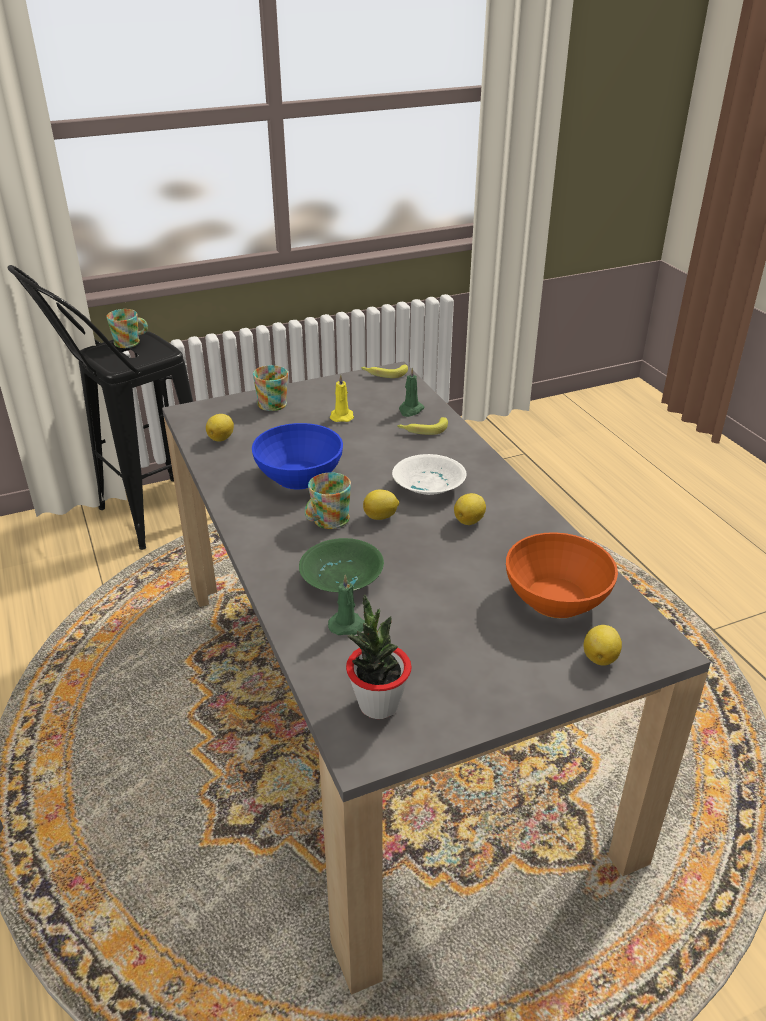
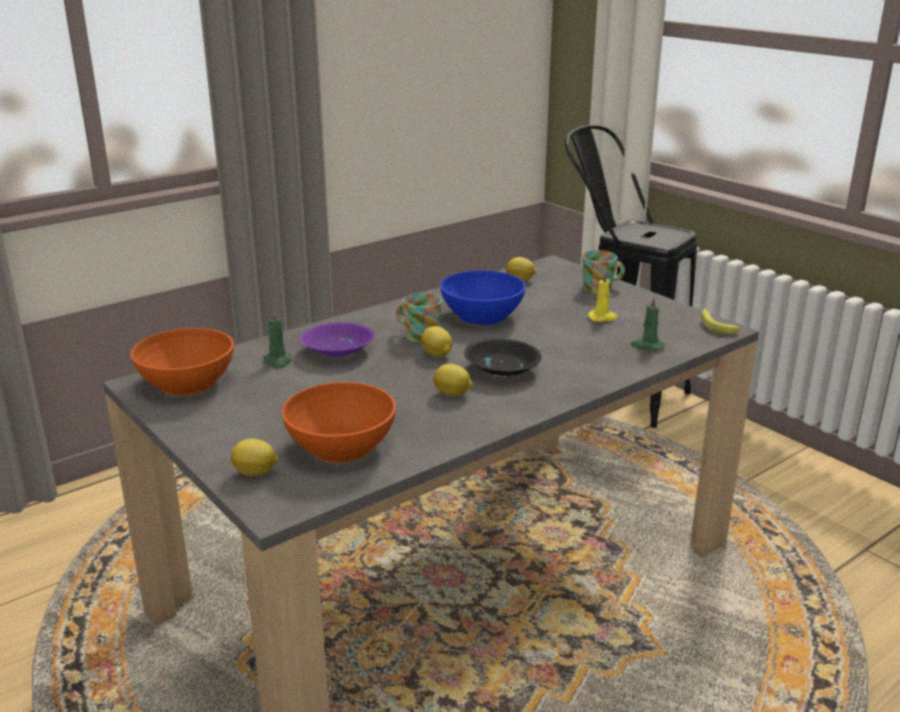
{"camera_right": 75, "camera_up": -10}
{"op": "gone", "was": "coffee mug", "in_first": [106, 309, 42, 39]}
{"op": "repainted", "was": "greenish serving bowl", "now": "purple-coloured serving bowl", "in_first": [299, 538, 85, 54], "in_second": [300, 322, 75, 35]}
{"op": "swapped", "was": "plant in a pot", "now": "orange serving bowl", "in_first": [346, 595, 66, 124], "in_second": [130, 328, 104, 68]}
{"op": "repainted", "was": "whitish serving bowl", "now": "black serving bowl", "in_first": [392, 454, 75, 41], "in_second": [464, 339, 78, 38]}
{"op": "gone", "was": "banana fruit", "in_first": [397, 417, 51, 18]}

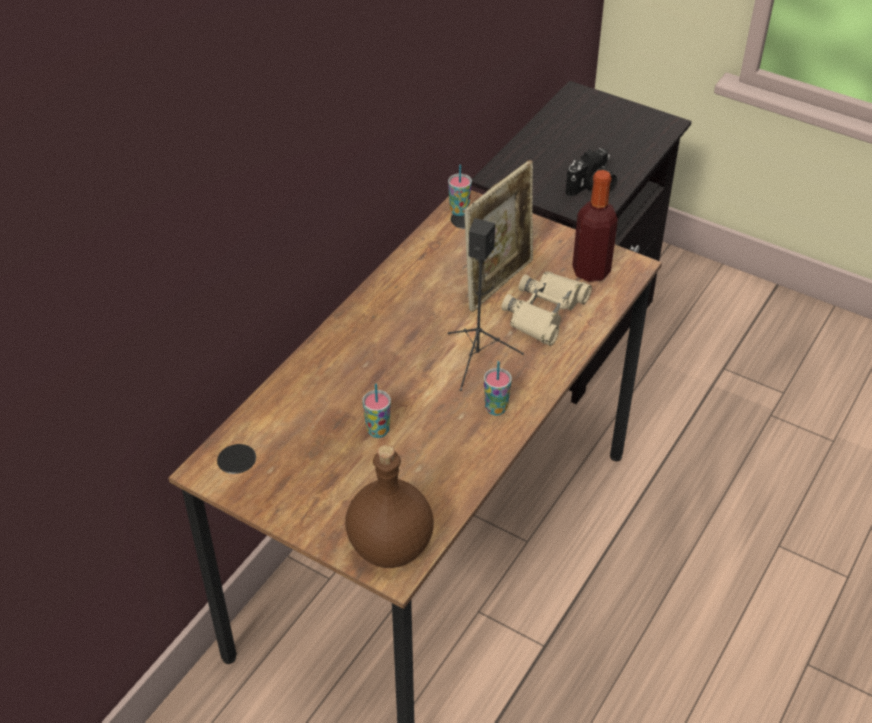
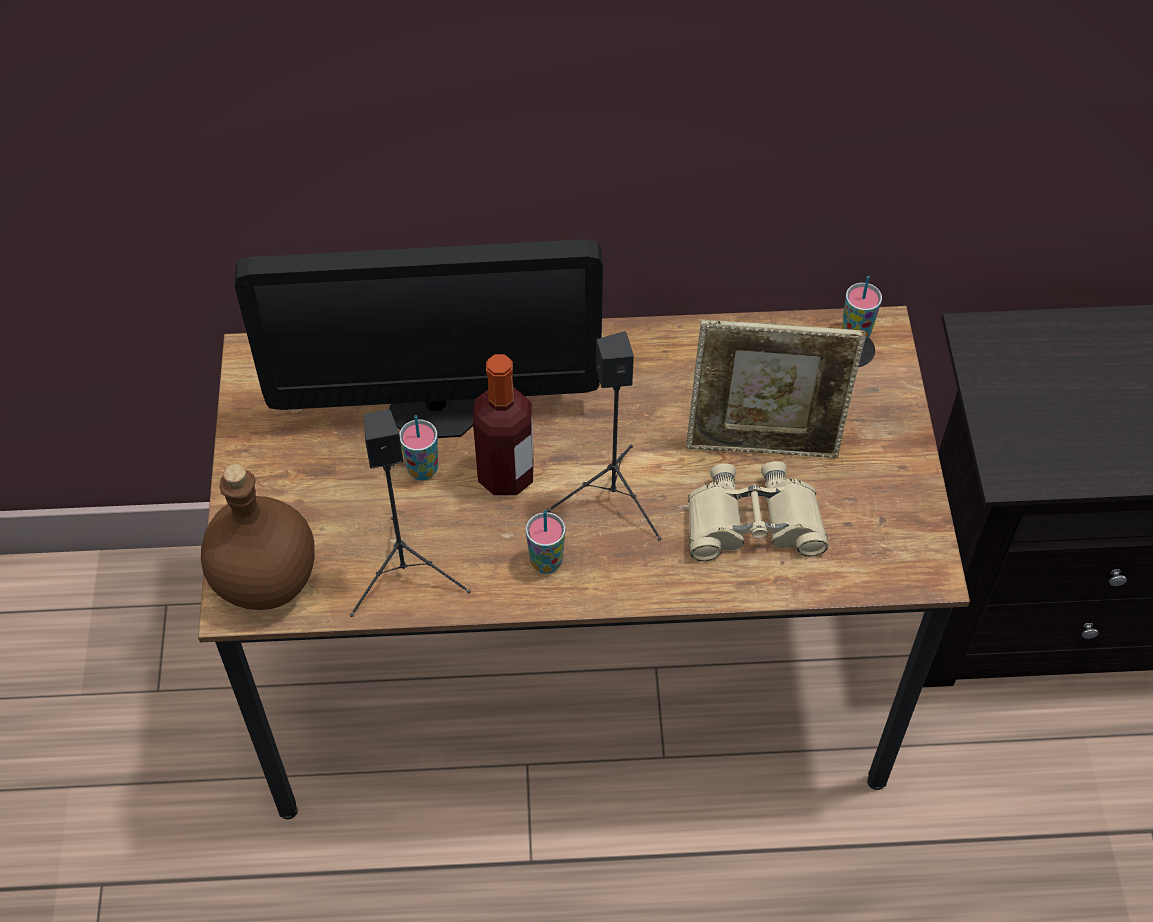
{"camera_right": 55, "camera_up": 10}
{"op": "gone", "was": "photo camera", "in_first": [565, 148, 52, 48]}
{"op": "shifted", "was": "beverage bottle", "in_first": [572, 170, 46, 112], "in_second": [473, 354, 61, 142]}
{"op": "new", "now": "computer display", "in_second": [235, 239, 368, 199]}
{"op": "new", "now": "black speaker", "in_second": [350, 409, 121, 208]}

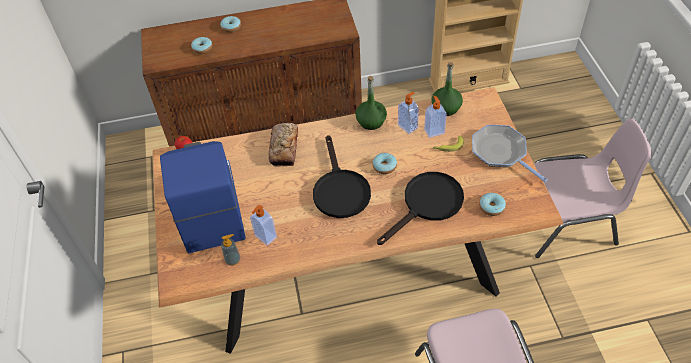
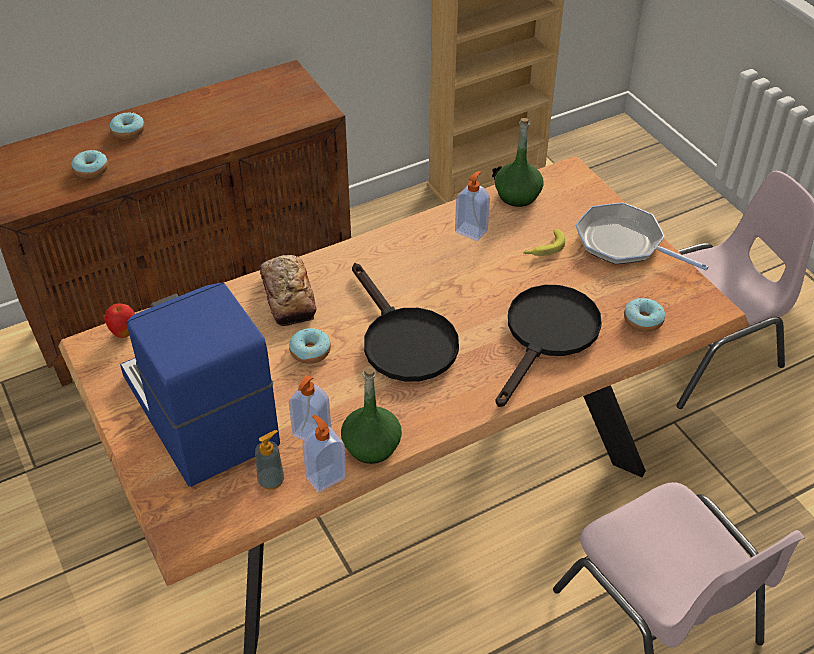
{"camera_right": -20, "camera_up": -5}
{"op": "shifted", "was": "greenish beverage bottle", "in_first": [355, 76, 32, 54], "in_second": [341, 366, 61, 98]}
{"op": "shifted", "was": "doughnut", "in_first": [373, 153, 24, 21], "in_second": [289, 328, 42, 36]}
{"op": "shifted", "was": "liquid soap bottle", "in_first": [424, 96, 23, 42], "in_second": [302, 415, 44, 78]}

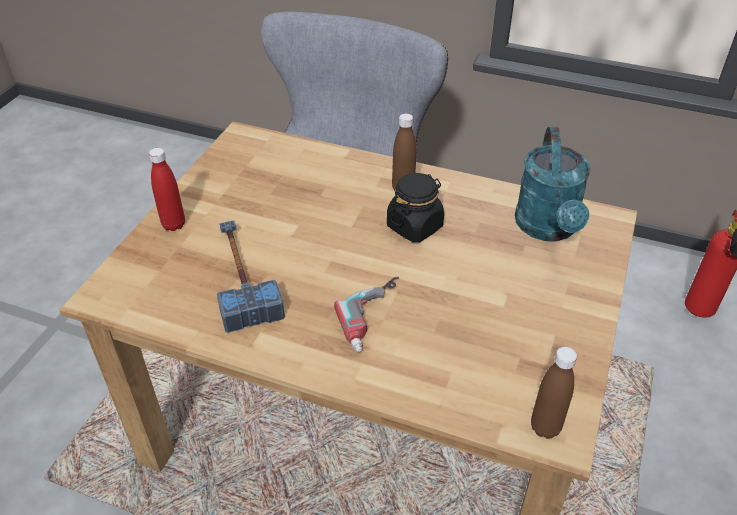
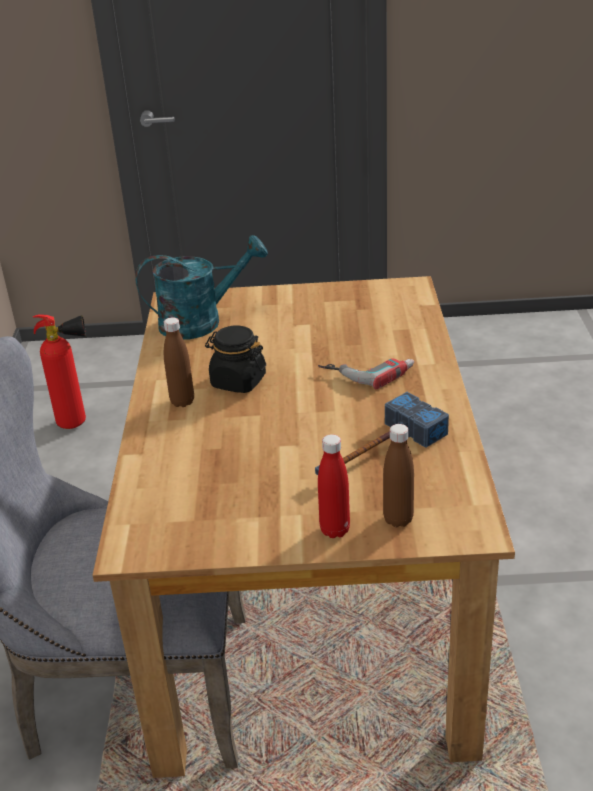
{"camera_right": -110, "camera_up": -10}
{"op": "shifted", "was": "brownish beverage bottle", "in_first": [531, 347, 46, 92], "in_second": [383, 424, 31, 103]}

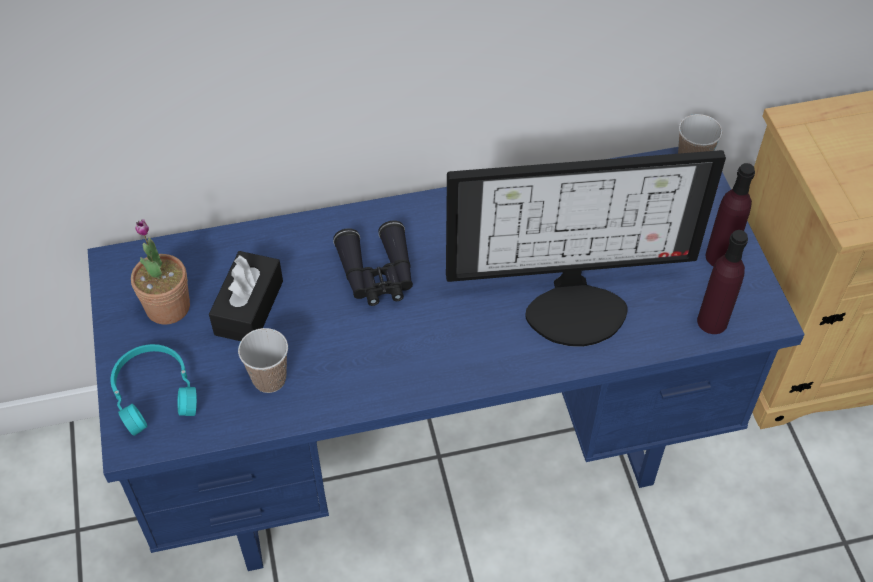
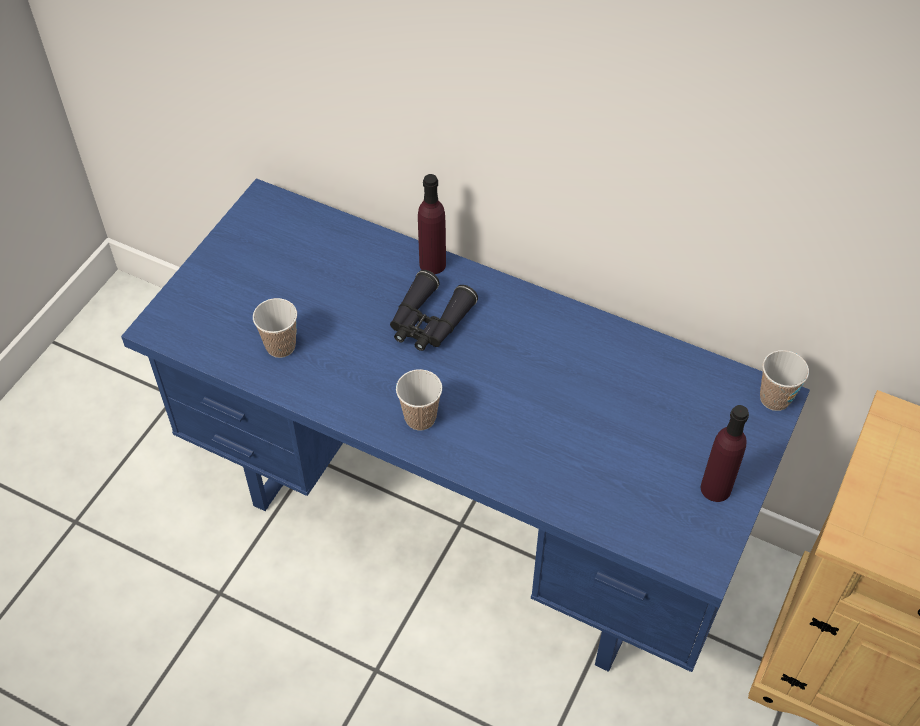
{"camera_right": 40, "camera_up": 0}
{"op": "gone", "was": "blue-green headset", "in_first": [110, 344, 87, 92]}
{"op": "gone", "was": "plant in a pot", "in_first": [131, 219, 59, 105]}
{"op": "gone", "was": "black box of tissues", "in_first": [209, 251, 74, 90]}
{"op": "gone", "was": "computer display", "in_first": [446, 150, 280, 197]}
{"op": "shifted", "was": "purple-coloured beverage bottle", "in_first": [697, 230, 51, 104], "in_second": [418, 174, 28, 100]}
{"op": "new", "now": "drinking cup", "in_second": [396, 369, 46, 61]}

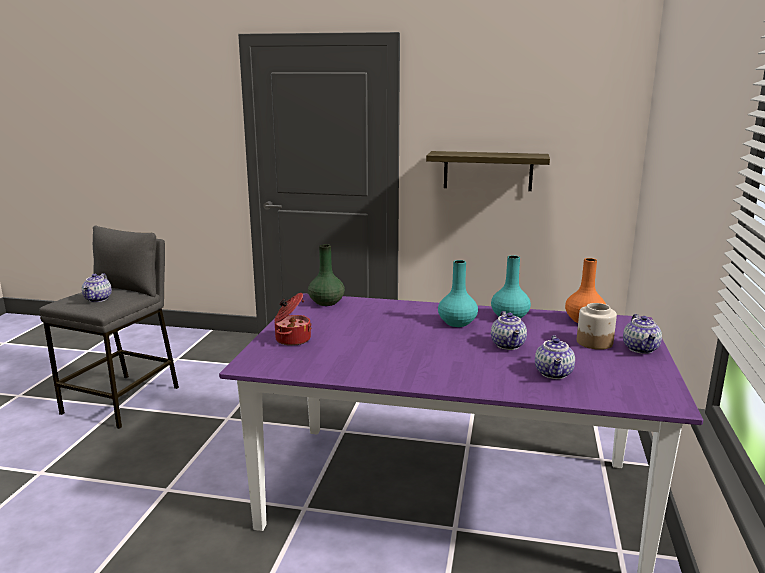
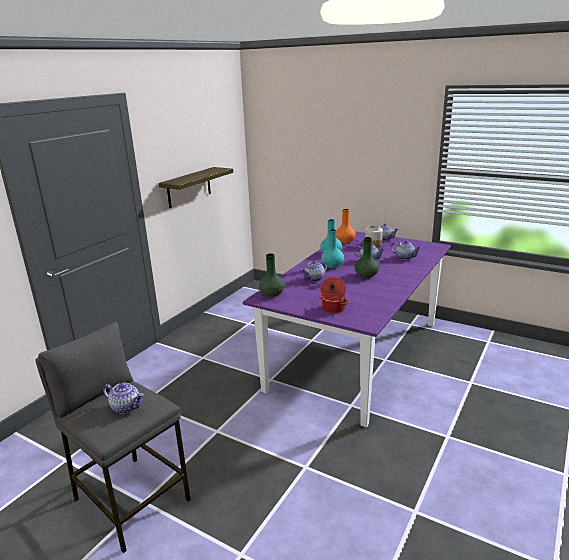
{"camera_right": -70, "camera_up": 5}
{"op": "new", "now": "teapot", "in_second": [301, 260, 26, 22]}
{"op": "new", "now": "greenish flower vase", "in_second": [355, 237, 24, 41]}

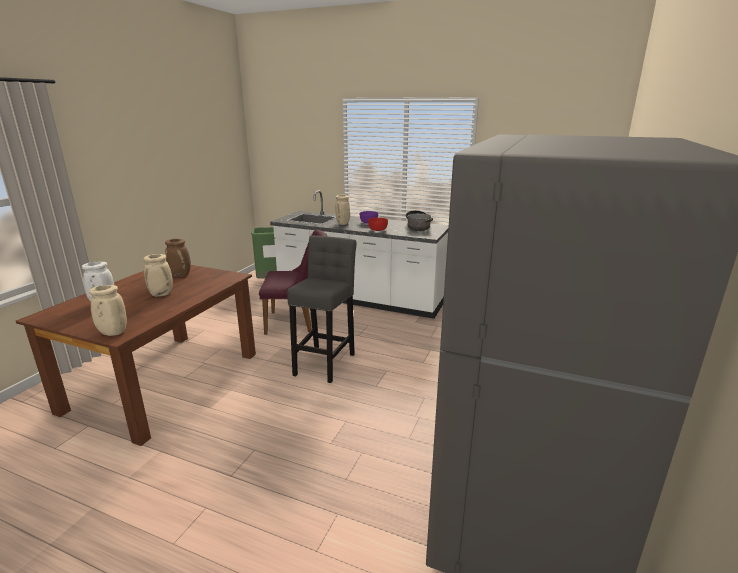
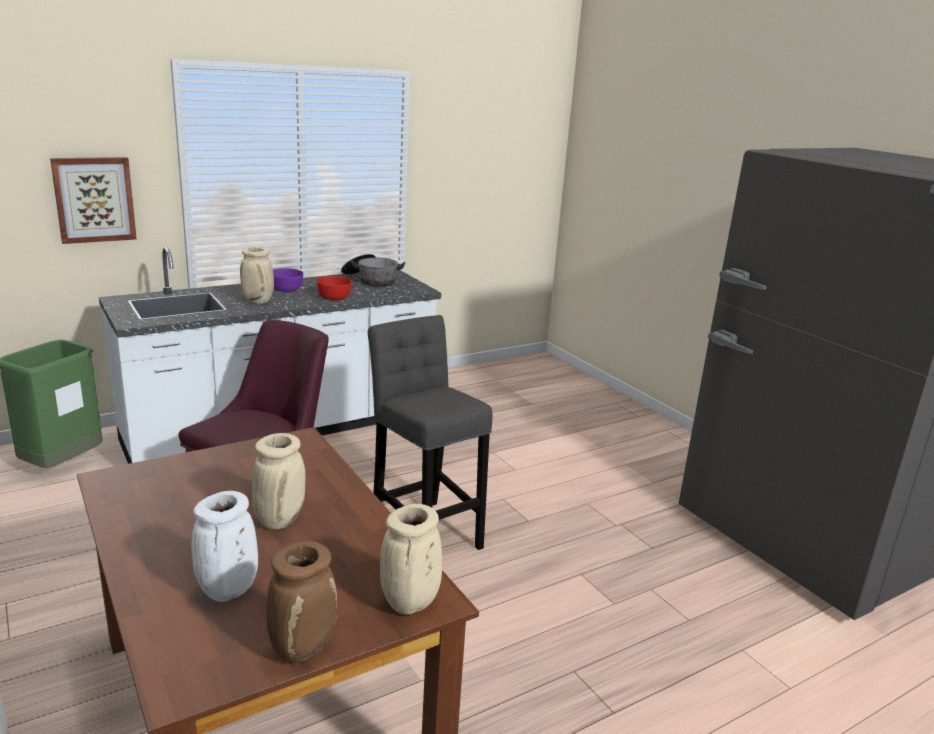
{"camera_right": -55, "camera_up": 0}
{"op": "shifted", "was": "brownish flower vase", "in_first": [165, 239, 26, 38], "in_second": [267, 541, 70, 122]}
{"op": "new", "now": "picture", "in_second": [50, 157, 87, 87]}

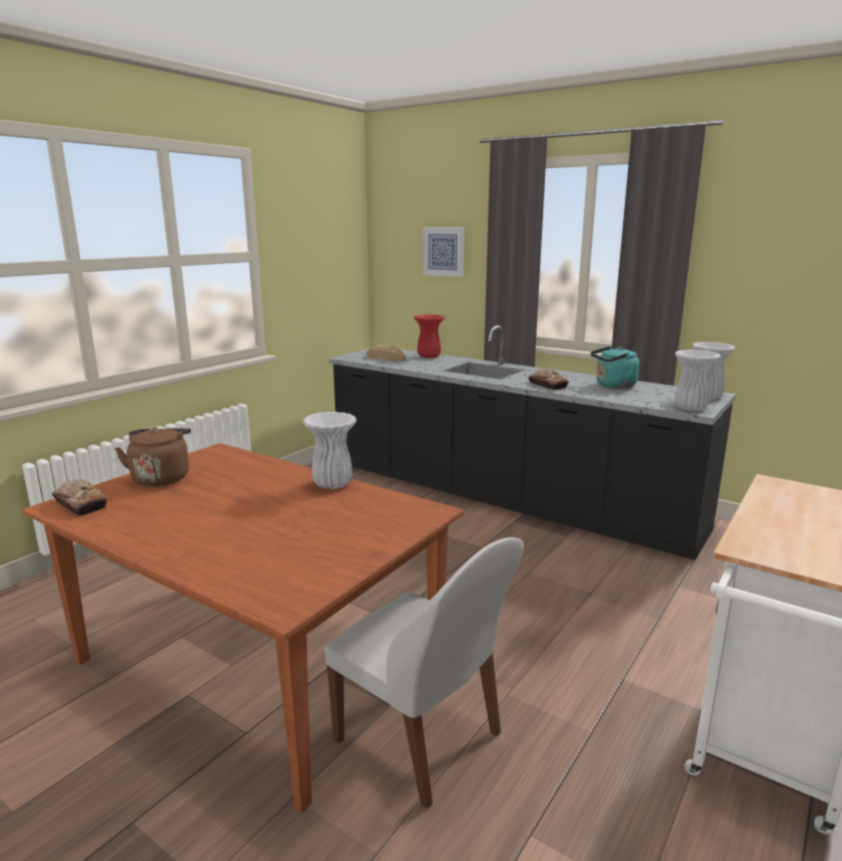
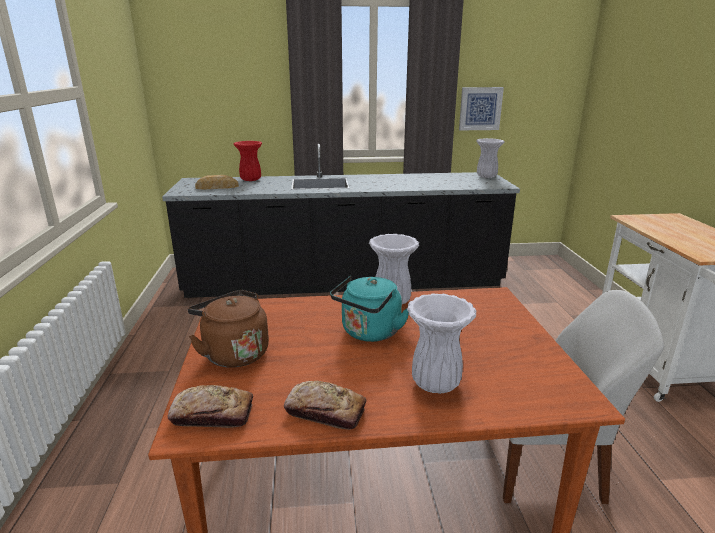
{"camera_right": -40, "camera_up": 5}
{"op": "shifted", "was": "picture", "in_first": [423, 227, 41, 50], "in_second": [459, 87, 45, 43]}
{"op": "shifted", "was": "baked bread", "in_first": [528, 369, 41, 21], "in_second": [284, 381, 82, 49]}
{"op": "shifted", "was": "blue-green kettle", "in_first": [591, 346, 48, 43], "in_second": [330, 276, 79, 66]}
{"op": "shifted", "was": "whitish flower vase", "in_first": [674, 350, 47, 61], "in_second": [407, 293, 69, 101]}

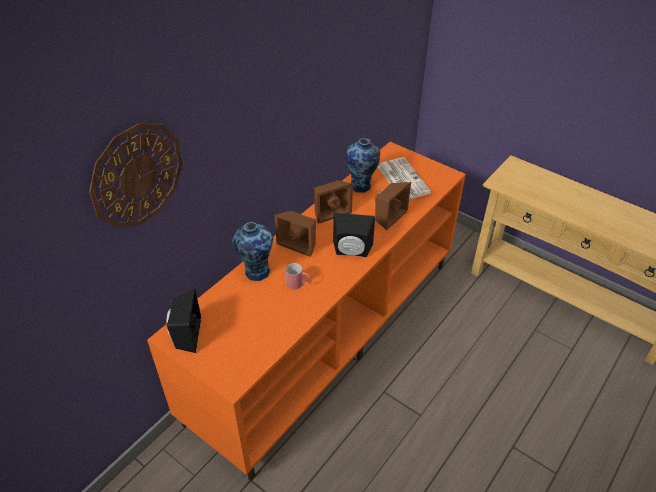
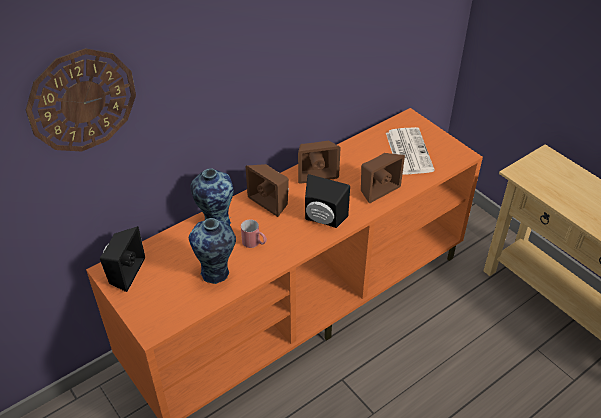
{"camera_right": 15, "camera_up": 0}
{"op": "shifted", "was": "flower vase", "in_first": [346, 138, 34, 55], "in_second": [189, 218, 47, 66]}

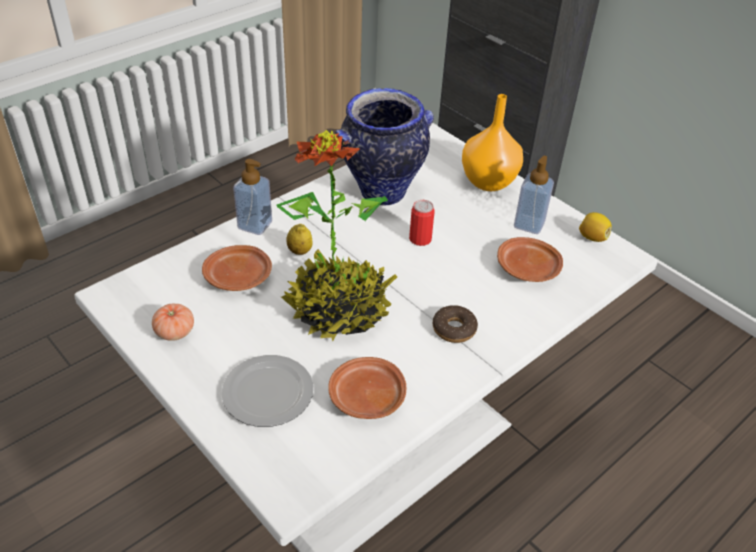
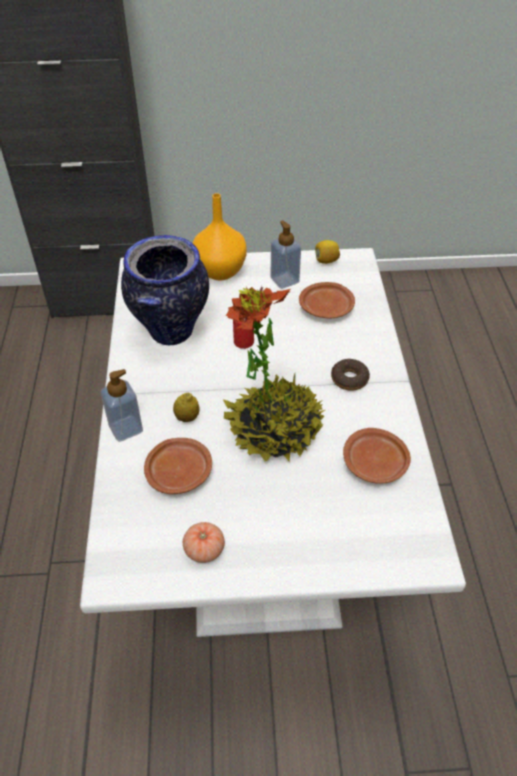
{"camera_right": -50, "camera_up": 5}
{"op": "gone", "was": "dinner plate", "in_first": [221, 355, 92, 72]}

